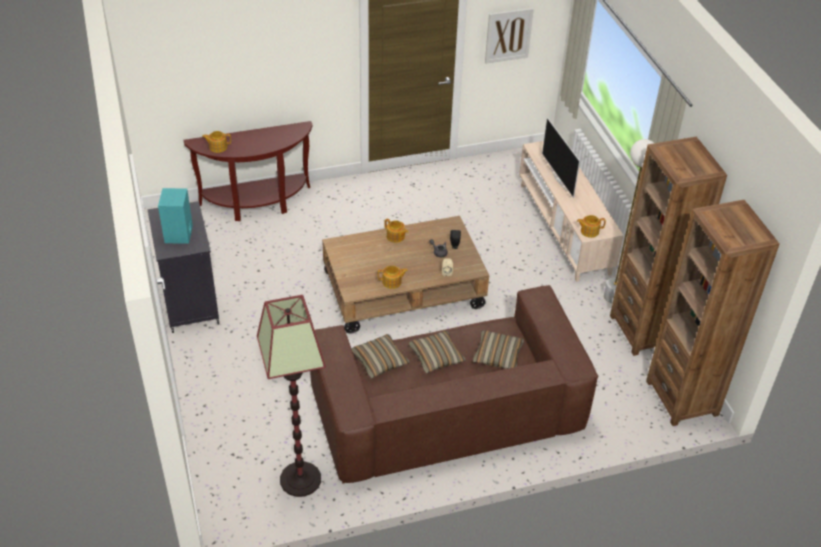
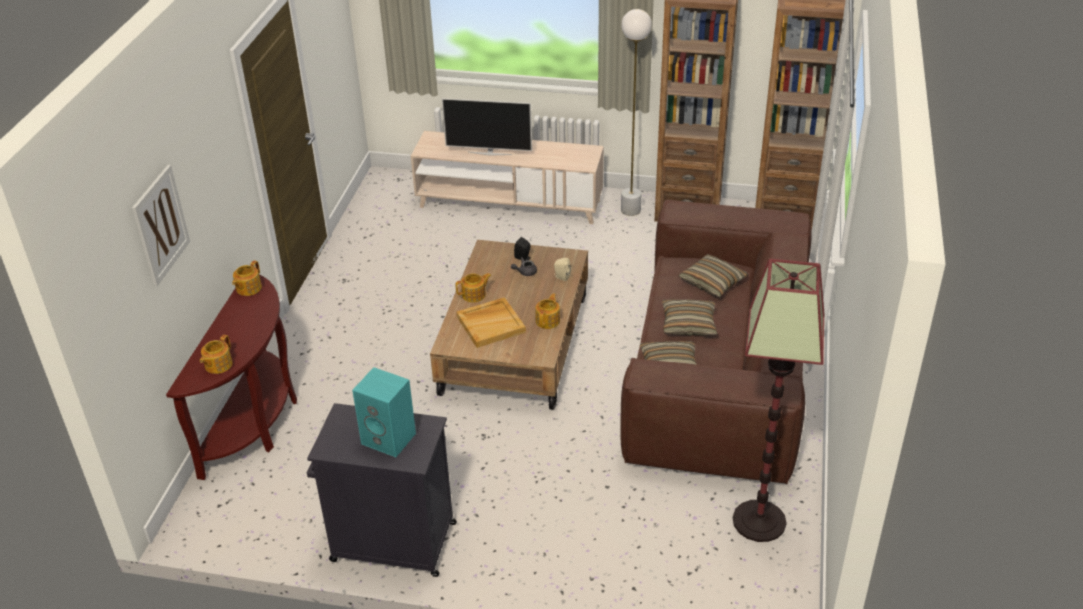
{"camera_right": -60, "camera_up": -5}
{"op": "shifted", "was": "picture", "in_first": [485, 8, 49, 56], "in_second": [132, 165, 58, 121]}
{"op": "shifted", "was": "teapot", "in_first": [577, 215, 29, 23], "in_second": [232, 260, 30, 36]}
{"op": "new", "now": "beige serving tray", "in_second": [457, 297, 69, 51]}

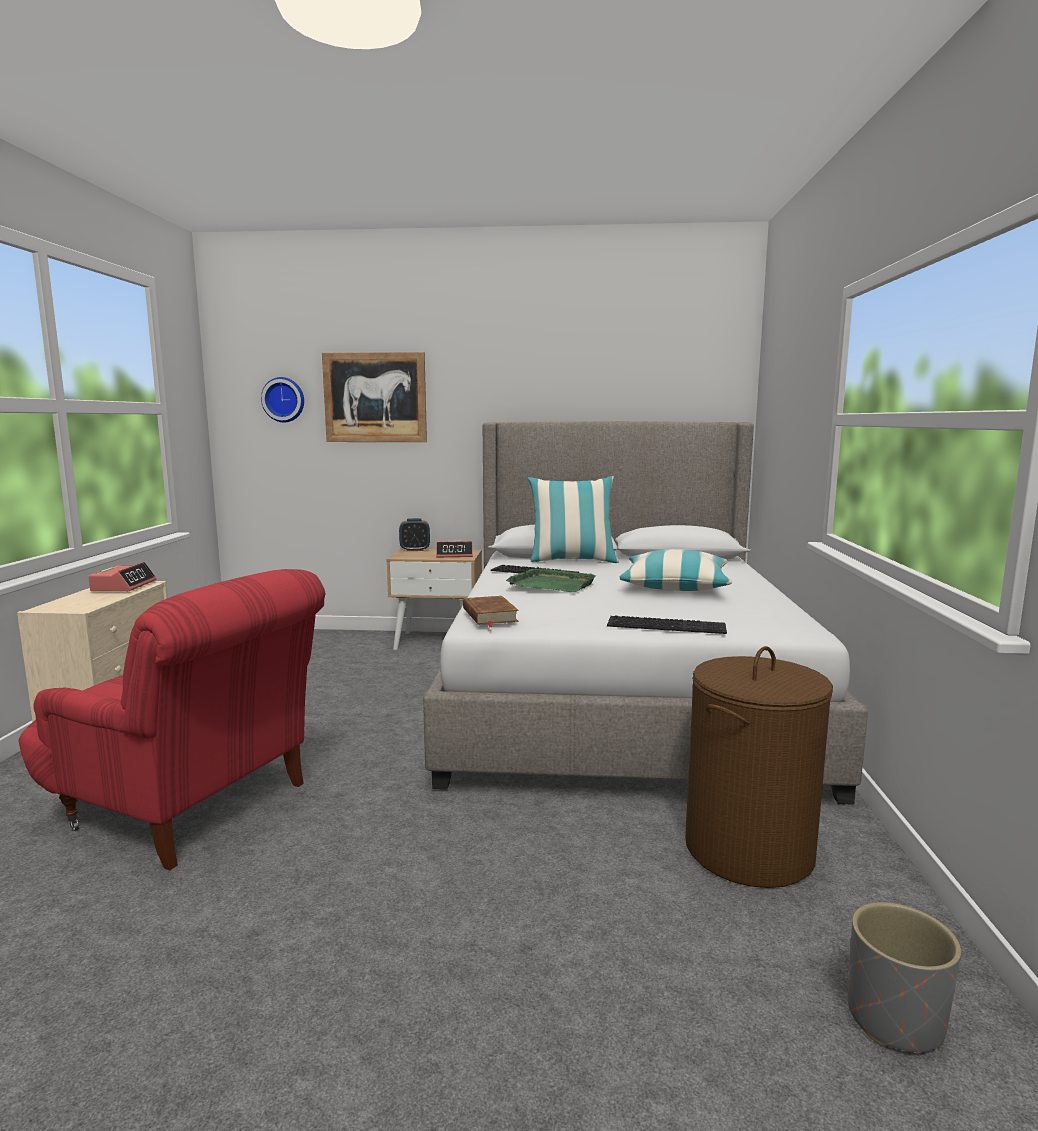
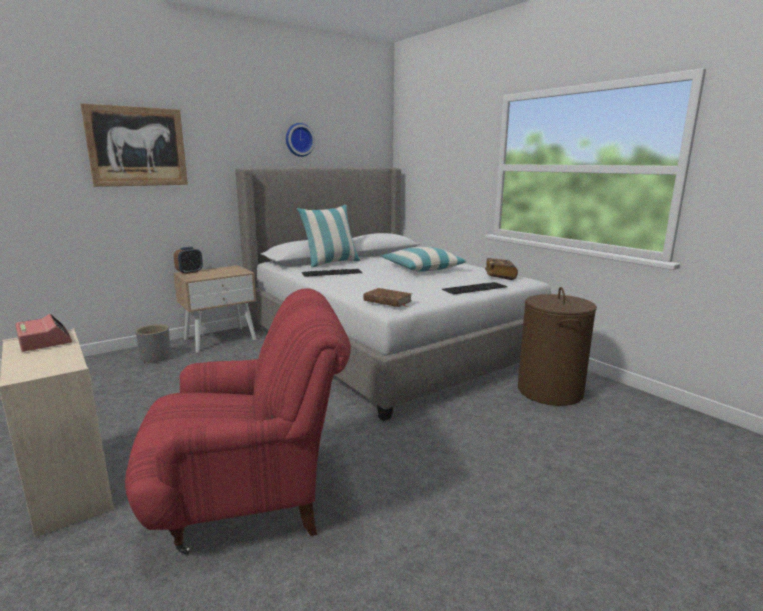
{"camera_right": -40, "camera_up": 5}
{"op": "shifted", "was": "hanging clock", "in_first": [261, 377, 43, 45], "in_second": [286, 123, 29, 34]}
{"op": "gone", "was": "table clock", "in_first": [436, 541, 37, 17]}
{"op": "gone", "was": "greenish serving tray", "in_first": [506, 567, 90, 25]}
{"op": "shifted", "was": "grey planter", "in_first": [848, 902, 113, 150], "in_second": [136, 324, 35, 40]}
{"op": "new", "now": "book", "in_second": [485, 258, 33, 22]}

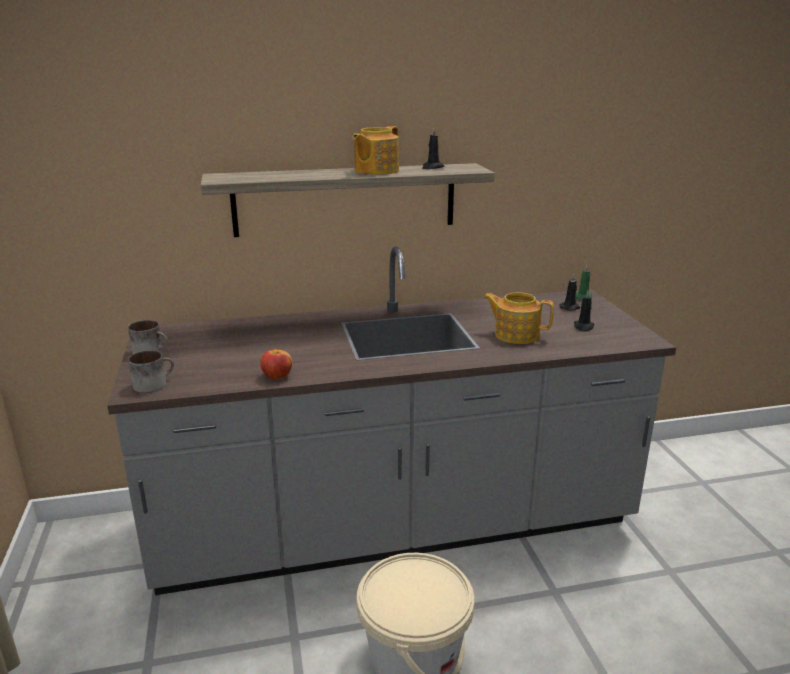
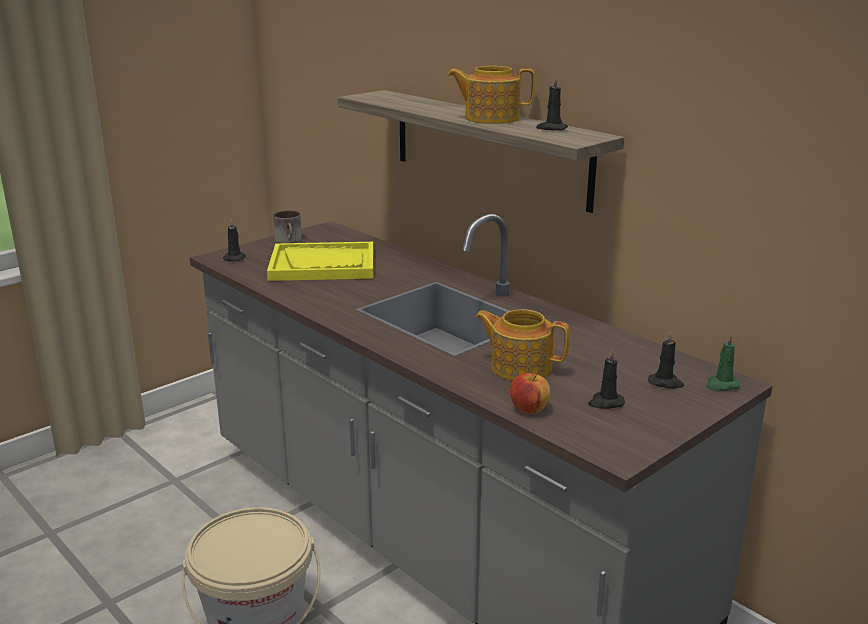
{"camera_right": 60, "camera_up": 0}
{"op": "swapped", "was": "coffee mug", "now": "black wax light", "in_first": [128, 350, 46, 43], "in_second": [223, 219, 23, 42]}
{"op": "shifted", "was": "apple", "in_first": [260, 348, 32, 32], "in_second": [510, 373, 40, 41]}
{"op": "rotated", "was": "teapot", "in_first": [483, 292, 71, 52], "in_second": [475, 309, 94, 72], "clockwise": -60}
{"op": "new", "now": "yellowish serving tray", "in_second": [267, 242, 106, 39]}

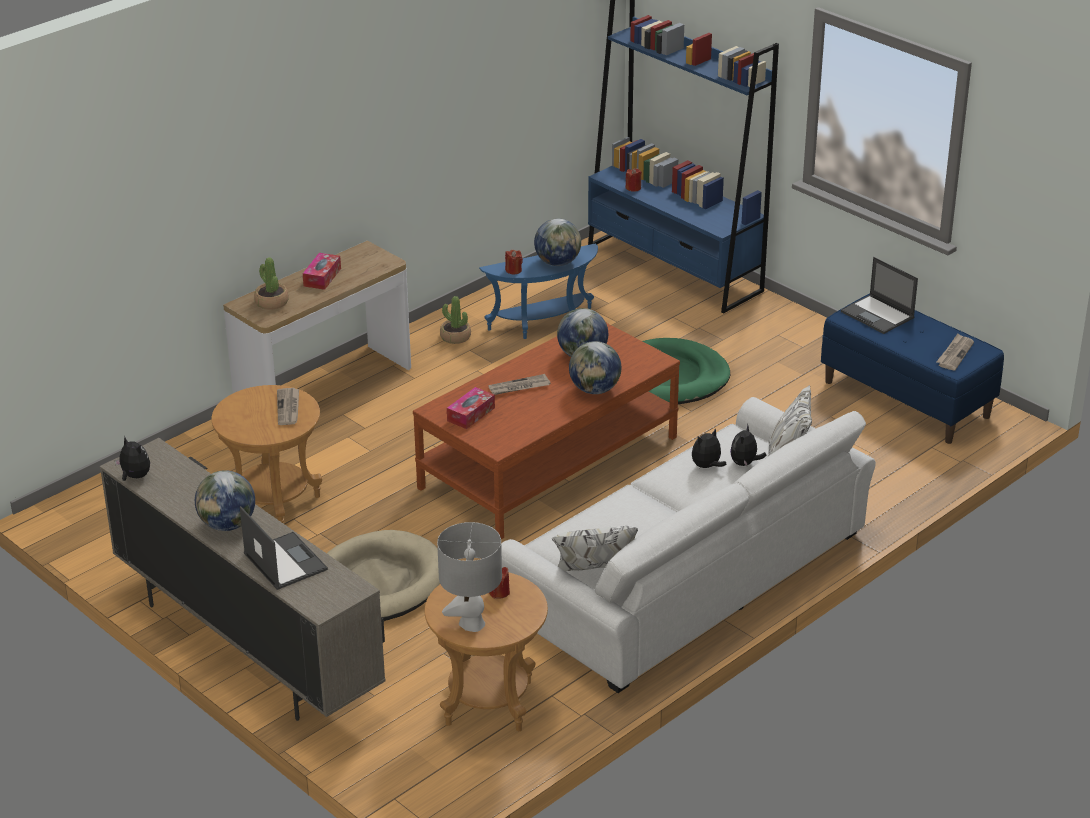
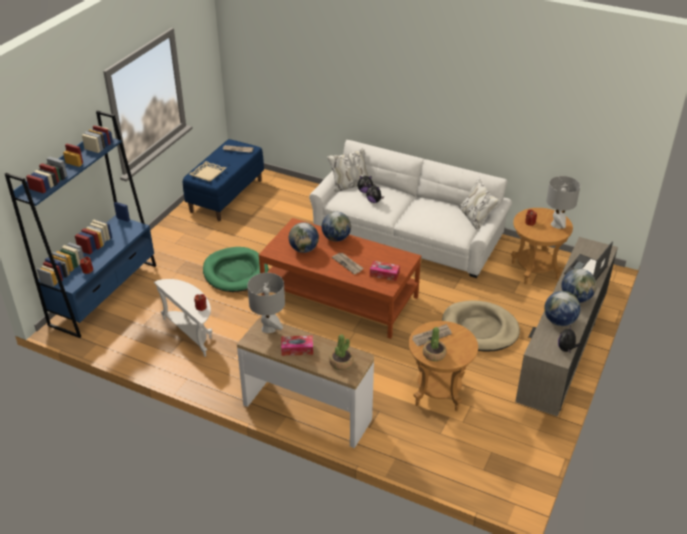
{"camera_right": -110, "camera_up": 5}
{"op": "shifted", "was": "plant in a pot", "in_first": [440, 296, 31, 48], "in_second": [423, 327, 23, 34]}
{"op": "repainted", "was": "blue end table", "now": "whitish end table", "in_first": [479, 244, 119, 95], "in_second": [154, 279, 59, 78]}
{"op": "shifted", "was": "globe", "in_first": [534, 218, 47, 48], "in_second": [544, 291, 37, 35]}
{"op": "swapped", "was": "notebook computer", "now": "beige serving tray", "in_first": [841, 257, 77, 77], "in_second": [190, 161, 36, 21]}
{"op": "new", "now": "grey lamp for a table", "in_second": [247, 273, 38, 60]}

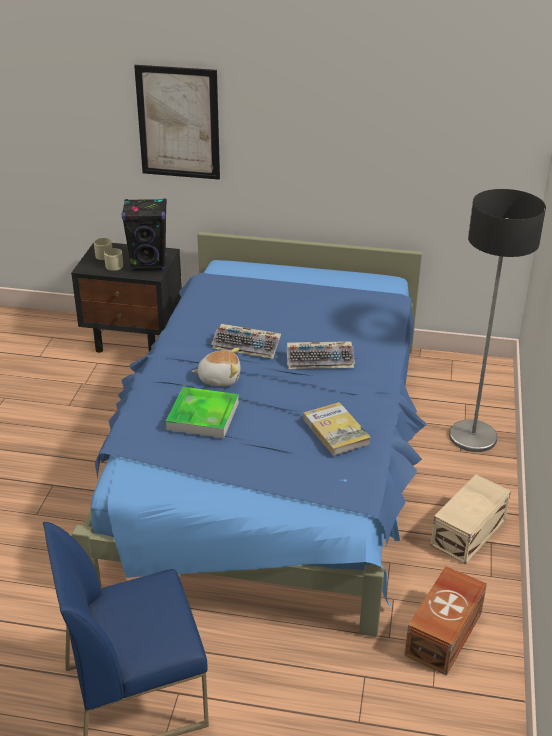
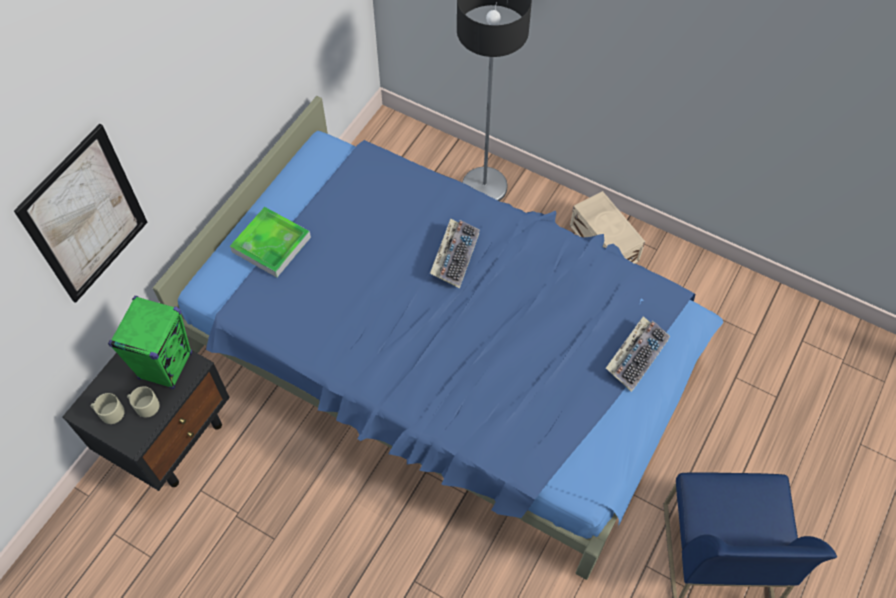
{"camera_right": -70, "camera_up": 25}
{"op": "repainted", "was": "black speaker", "now": "greenish speaker", "in_first": [121, 198, 46, 74], "in_second": [108, 296, 84, 93]}
{"op": "shifted", "was": "serving tray", "in_first": [166, 387, 73, 51], "in_second": [230, 207, 81, 70]}
{"op": "gone", "was": "plush toy", "in_first": [192, 348, 49, 39]}
{"op": "shifted", "was": "computer keyboard", "in_first": [211, 324, 70, 35], "in_second": [606, 316, 64, 76]}
{"op": "gone", "was": "book", "in_first": [303, 402, 68, 54]}
{"op": "gone", "was": "brownish storage container", "in_first": [404, 566, 83, 109]}

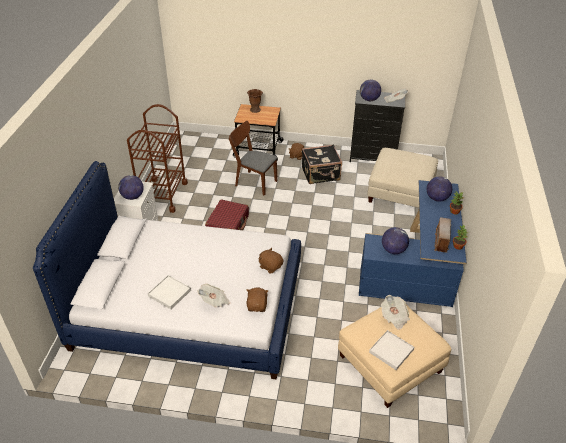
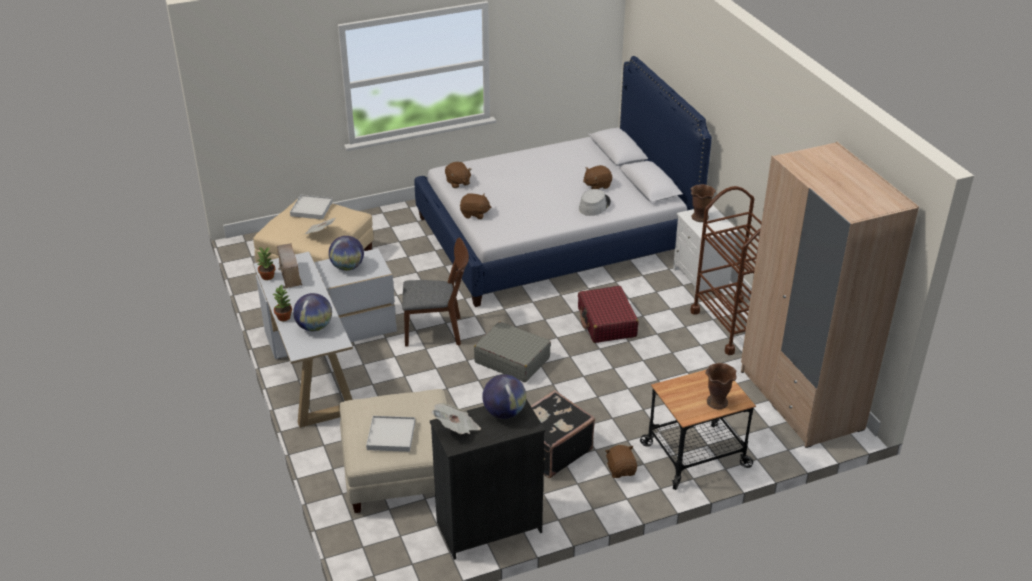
{"camera_right": 150, "camera_up": -5}
{"op": "swapped", "was": "globe", "now": "brownish flower vase", "in_first": [118, 175, 26, 25], "in_second": [690, 184, 26, 38]}
{"op": "shifted", "was": "whitish serving tray", "in_first": [148, 275, 43, 34], "in_second": [366, 416, 49, 36]}
{"op": "gone", "was": "daily paper", "in_first": [197, 284, 33, 23]}
{"op": "shifted", "was": "brownish upright chair", "in_first": [229, 121, 49, 75], "in_second": [402, 238, 67, 109]}
{"op": "repainted", "was": "blue desk", "now": "whitish desk", "in_first": [359, 180, 107, 127], "in_second": [253, 248, 144, 180]}
{"op": "new", "now": "grey piece of luggage", "in_second": [474, 322, 77, 60]}
{"op": "new", "now": "grey hat", "in_second": [579, 189, 32, 27]}
{"op": "new", "now": "brownish plush toy", "in_second": [583, 165, 29, 24]}
{"op": "new", "now": "beige clothes cupboard", "in_second": [741, 142, 178, 306]}

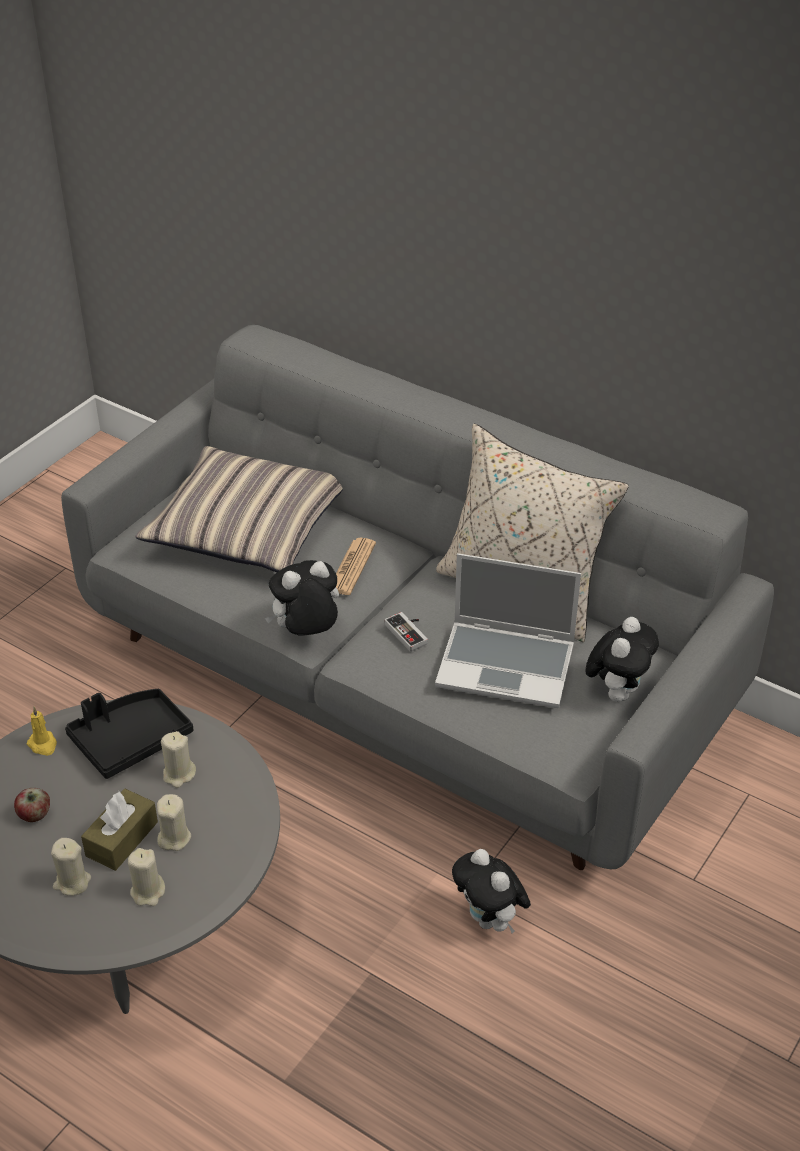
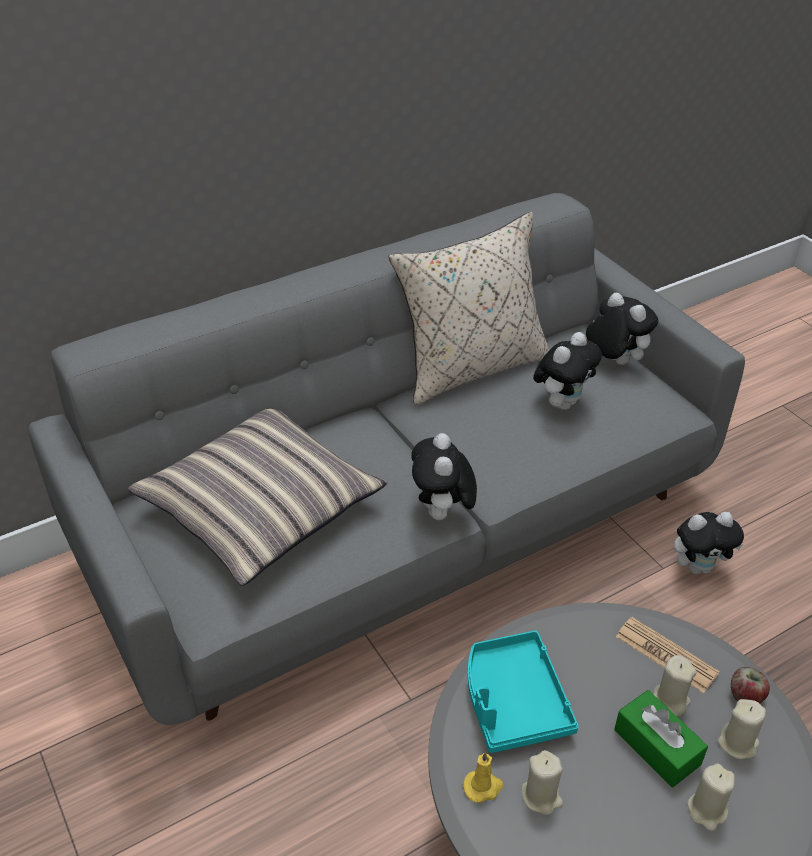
{"camera_right": -65, "camera_up": 0}
{"op": "shifted", "was": "apple", "in_first": [14, 788, 36, 34], "in_second": [731, 667, 39, 37]}
{"op": "repainted", "was": "black serving tray", "now": "blue-green serving tray", "in_first": [65, 689, 128, 90], "in_second": [468, 630, 111, 123]}
{"op": "repainted", "was": "brownish box of tissues", "now": "greenish box of tissues", "in_first": [81, 789, 77, 82], "in_second": [614, 690, 94, 98]}
{"op": "shifted", "was": "beige wax light", "in_first": [161, 731, 35, 57], "in_second": [521, 750, 42, 65]}
{"op": "shifted", "was": "daily paper", "in_first": [336, 538, 40, 57], "in_second": [616, 617, 104, 76]}
{"op": "gone", "was": "game controller", "in_first": [385, 612, 43, 40]}
{"op": "swapped", "was": "notebook computer", "now": "plush toy", "in_first": [435, 553, 146, 155], "in_second": [533, 332, 69, 78]}

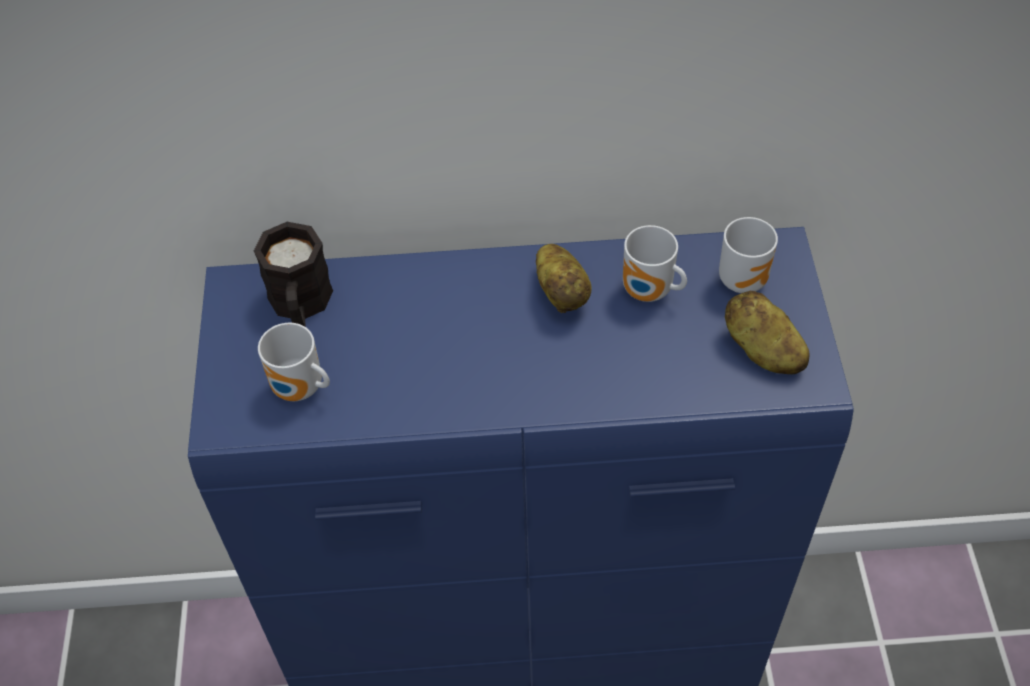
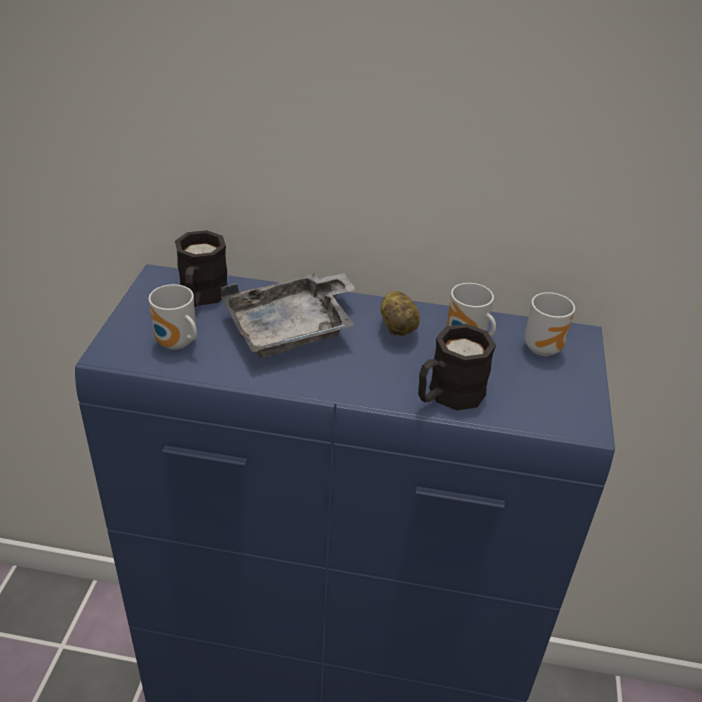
{"camera_right": 10, "camera_up": -15}
{"op": "gone", "was": "spud", "in_first": [725, 291, 84, 83]}
{"op": "new", "now": "grey serving tray", "in_second": [221, 273, 136, 85]}
{"op": "new", "now": "black coffee mug", "in_second": [418, 324, 78, 87]}

